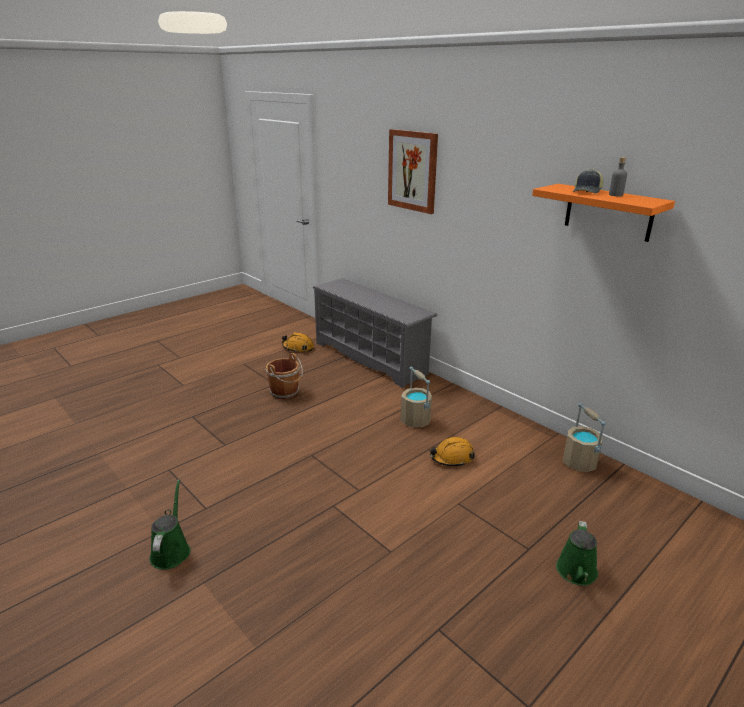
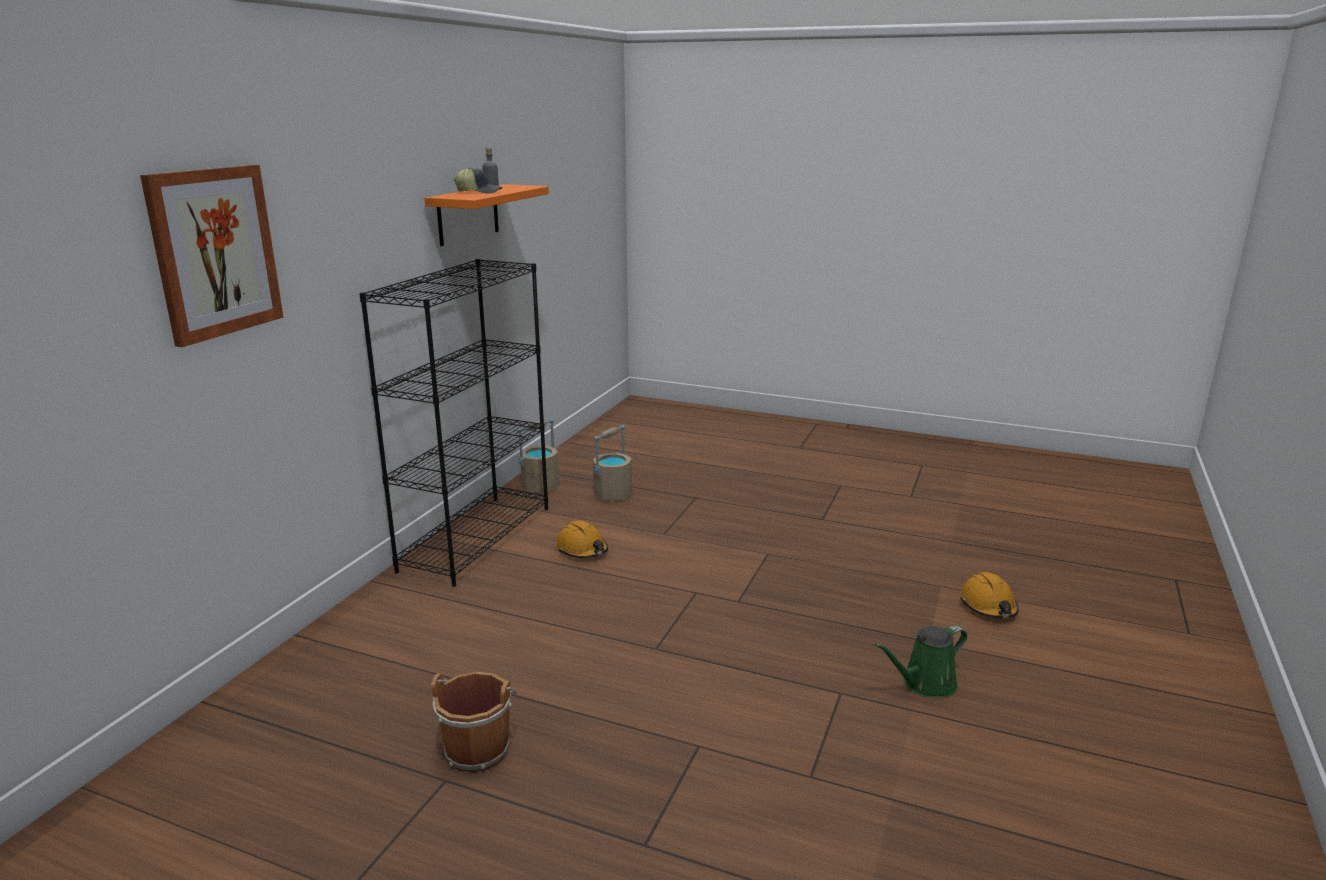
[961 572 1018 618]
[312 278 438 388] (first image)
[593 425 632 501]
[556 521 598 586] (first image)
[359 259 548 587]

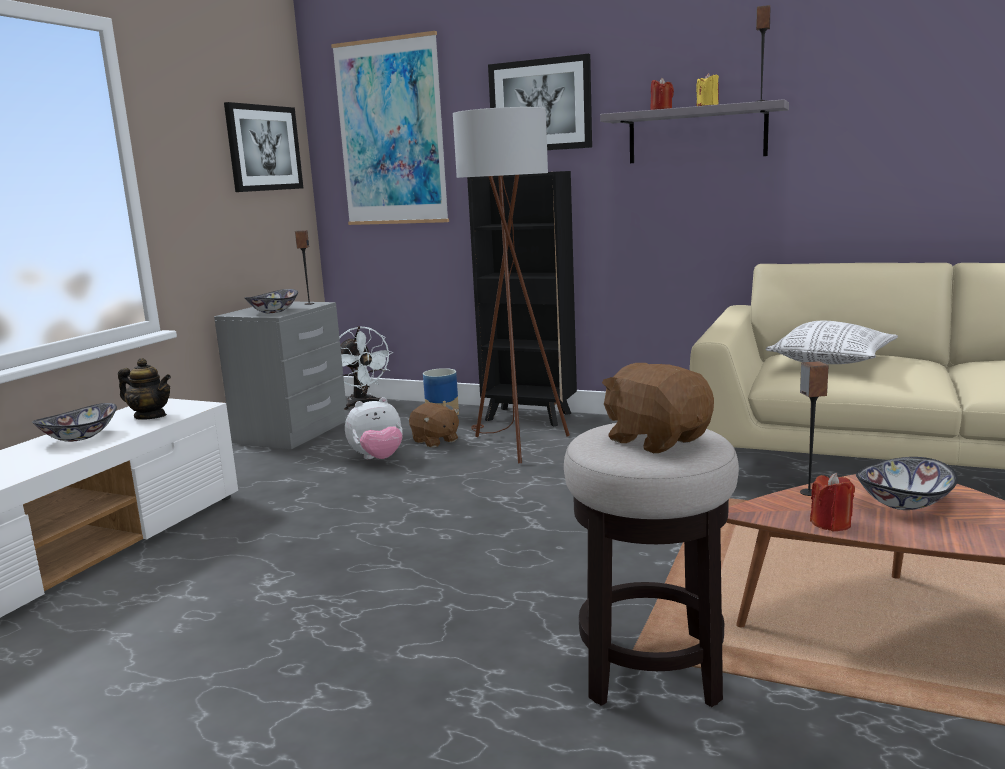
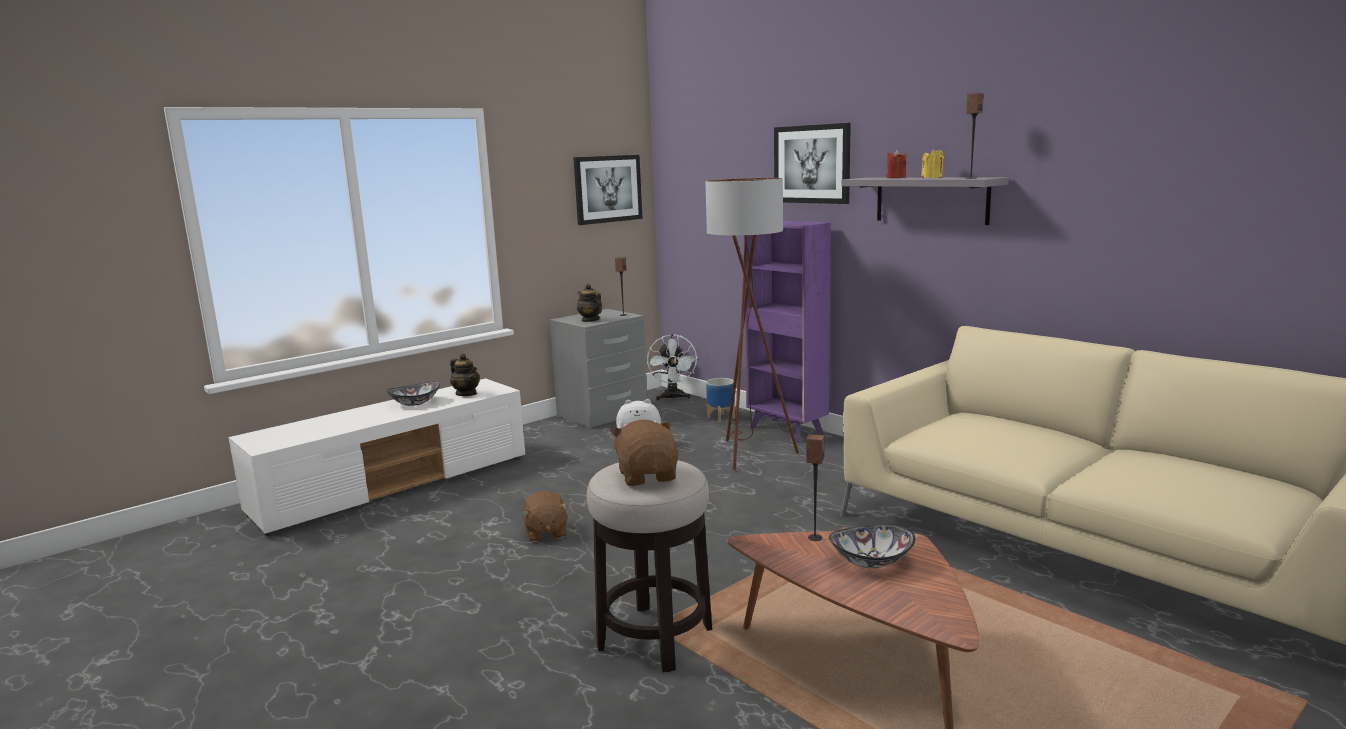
[577 284 602 322]
[331 31 449 225] (first image)
[521 491 569 542]
[744 220 831 443]
[766 321 898 364] (first image)
[810 473 855 531] (first image)

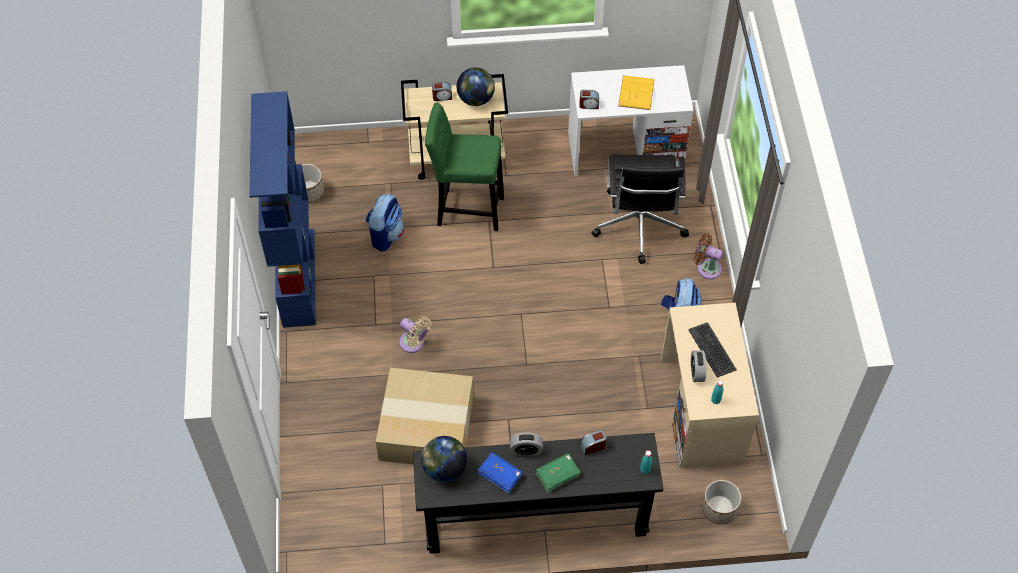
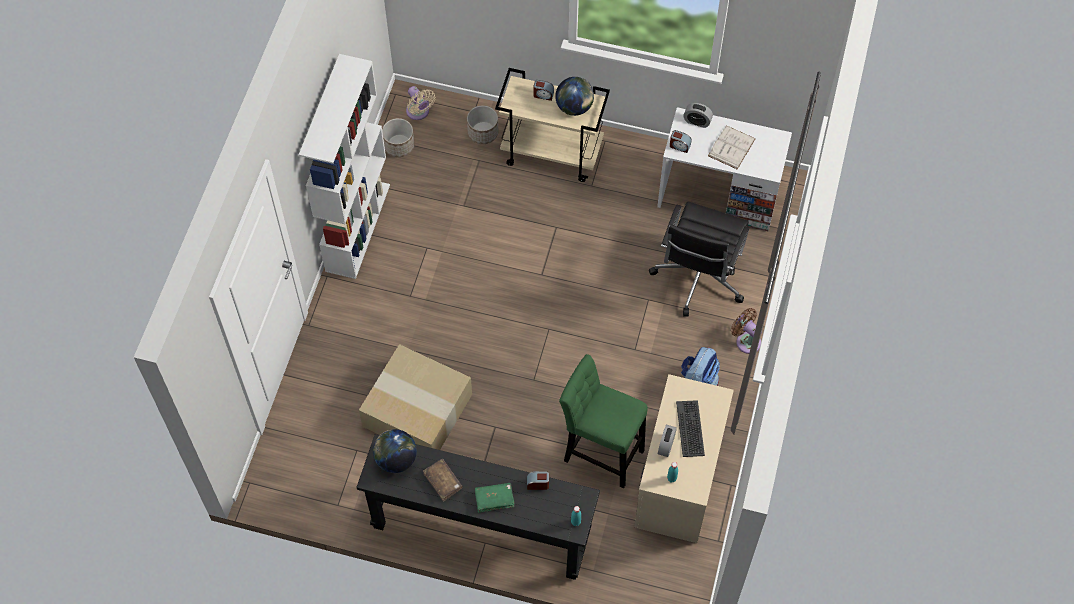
[299 54 390 279]
[365 194 404 252] (first image)
[406 86 435 120]
[559 354 648 488]
[423 459 463 502]
[683 103 713 128]
[708 125 756 170]
[467 105 498 144]

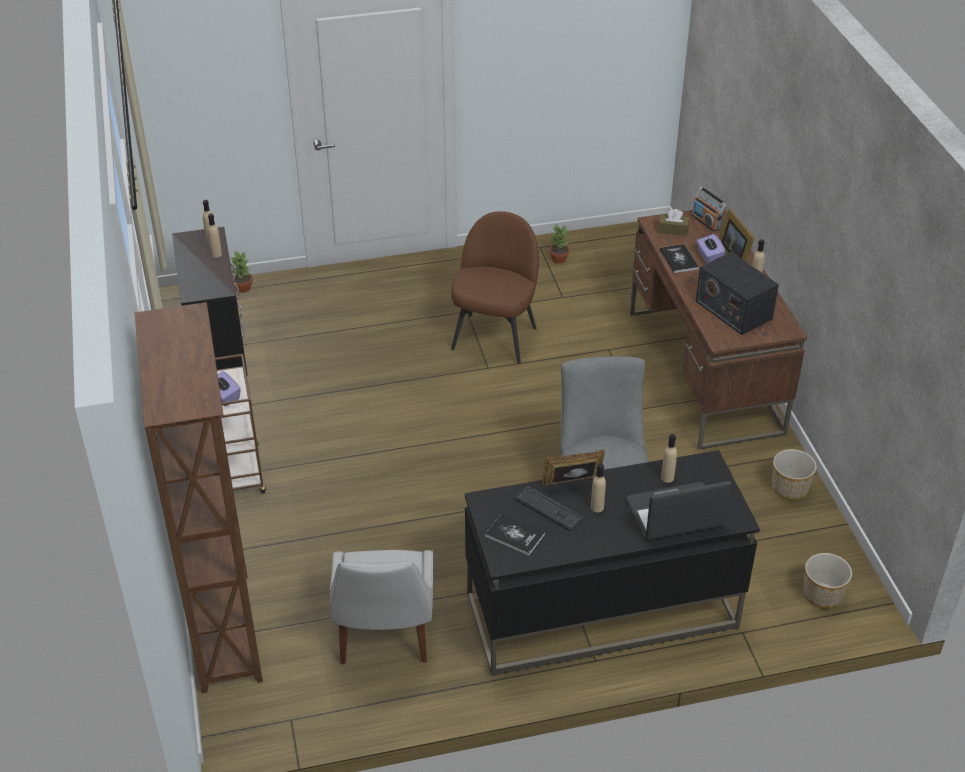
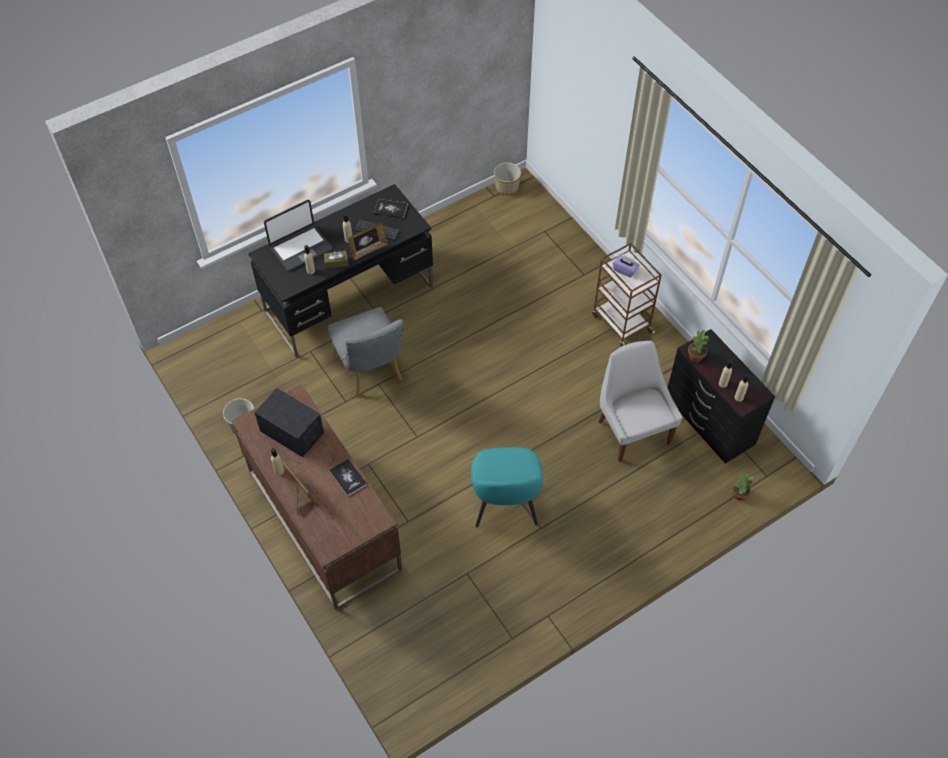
[135 302 263 693] (first image)
[599 341 682 462]
[471 447 543 527]
[688 329 709 362]
[324 251 349 269]
[692 187 726 232] (first image)
[697 234 726 263] (first image)
[494 162 521 195]

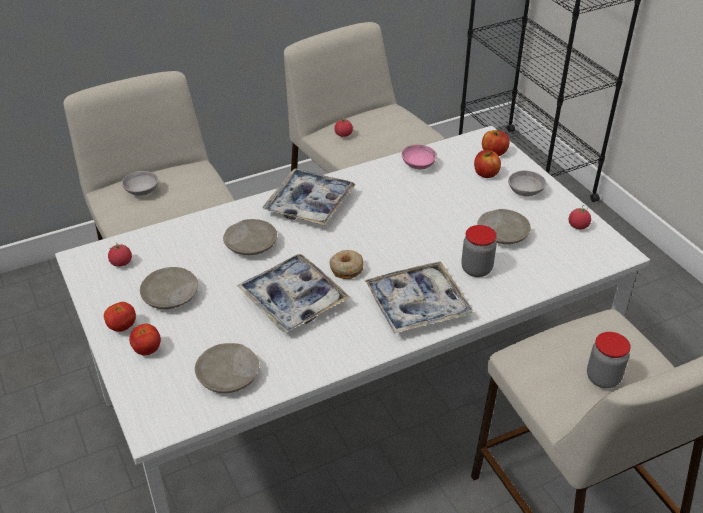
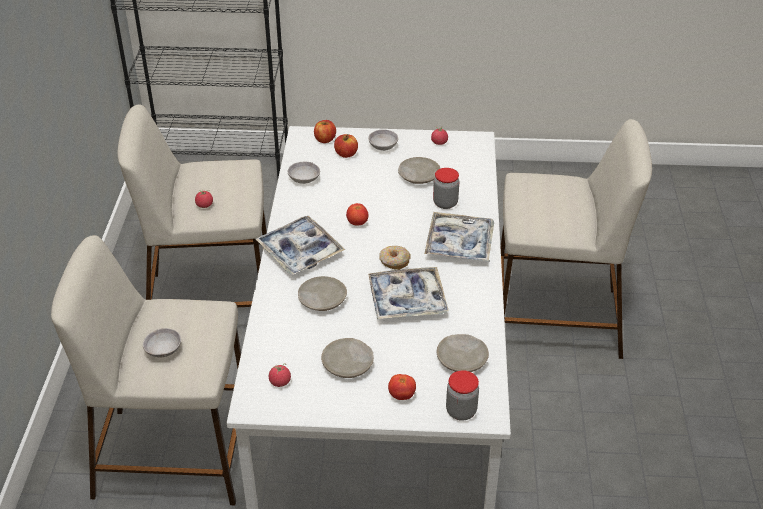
[346 203 368 226]
[288 162 320 184]
[446 370 479 421]

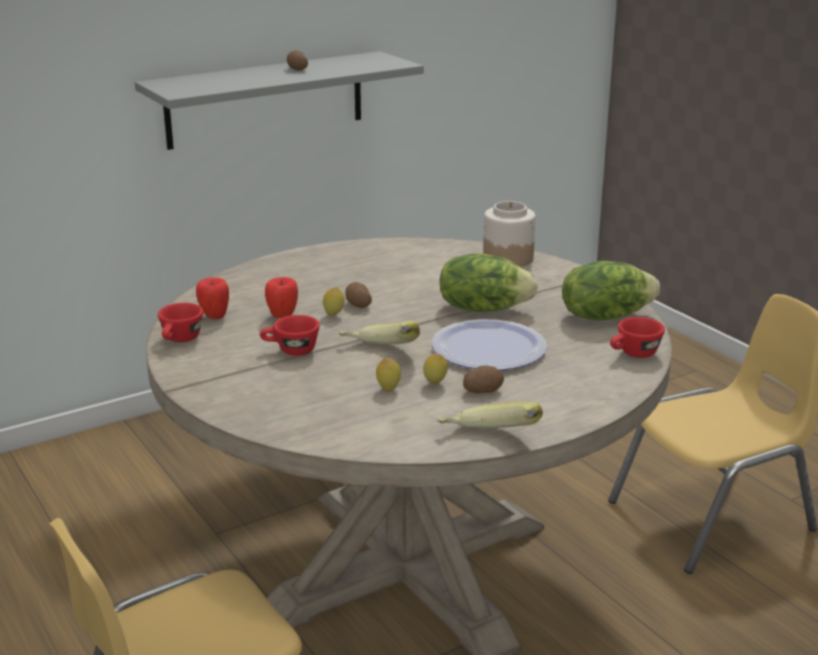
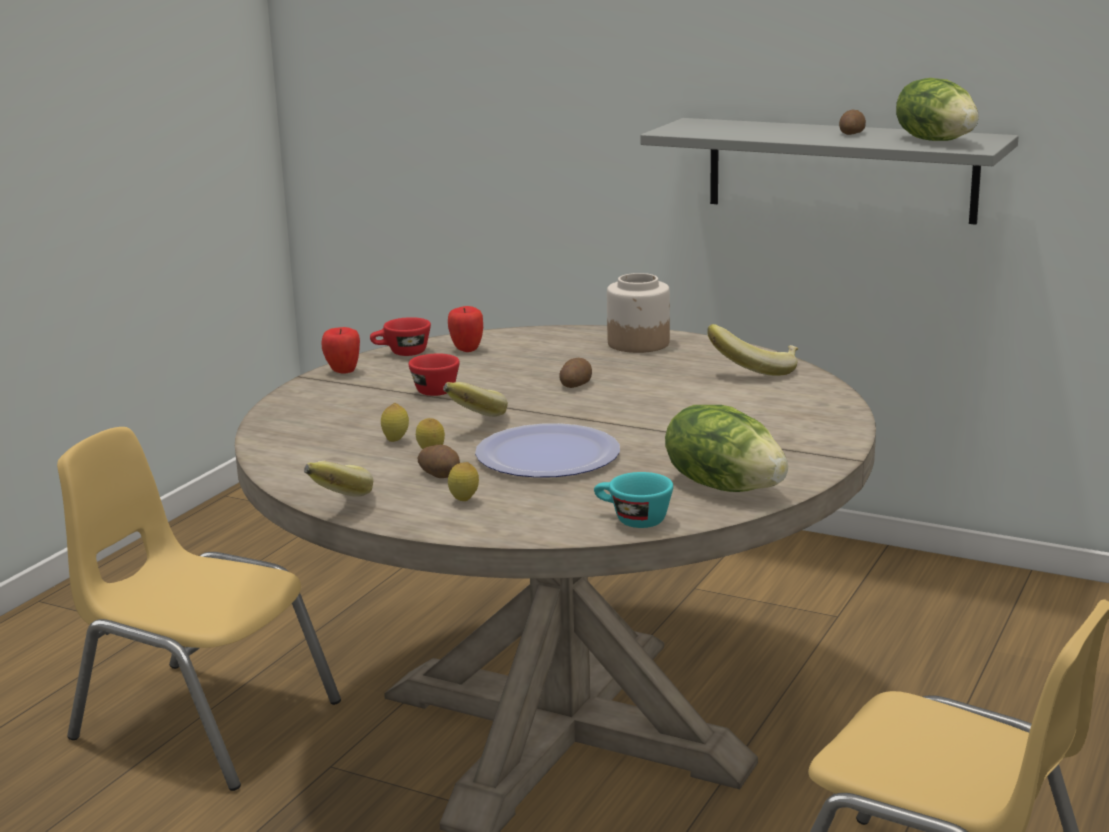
[321 327 360 374]
[448 462 479 501]
[896 78 979 141]
[607 273 670 353]
[594 472 673 528]
[707 324 799 376]

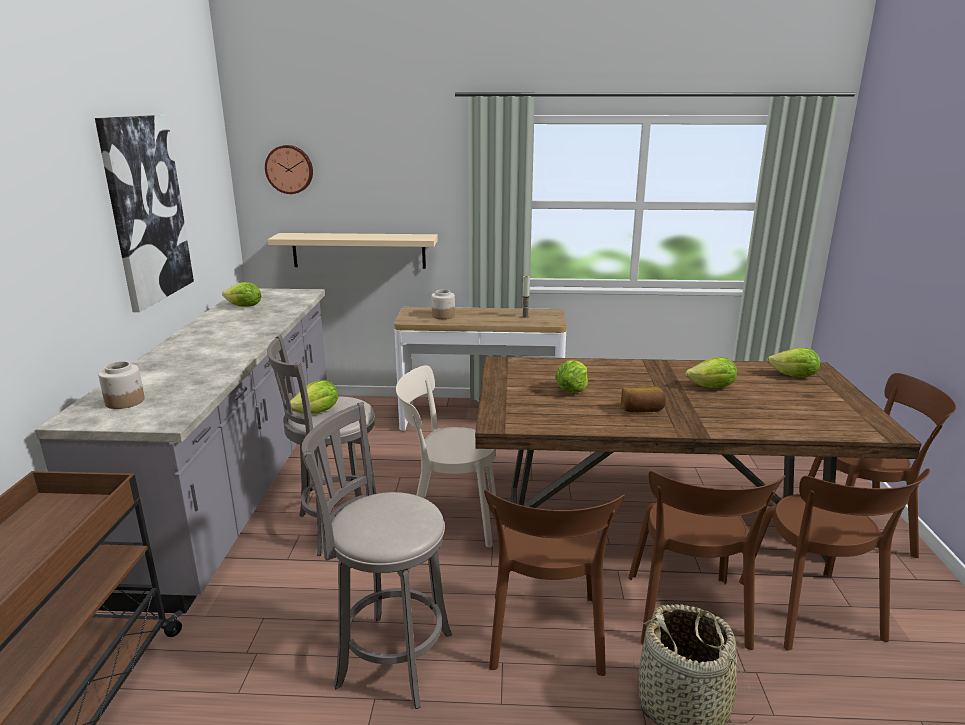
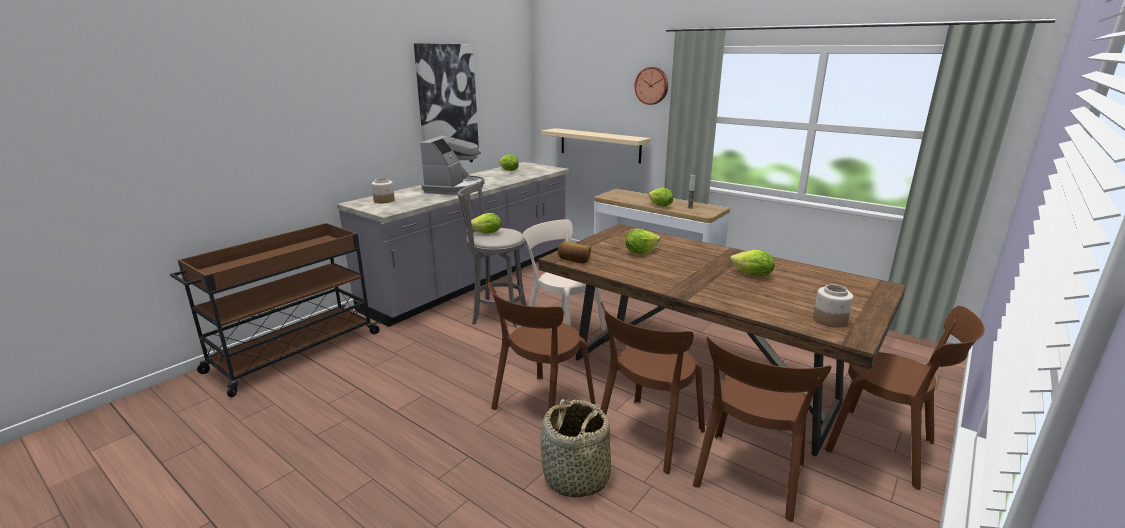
[634 67 668 105]
[302 402 452 709] (first image)
[813 284 853 328]
[558 241 591 263]
[649 188 673 206]
[420 135 485 195]

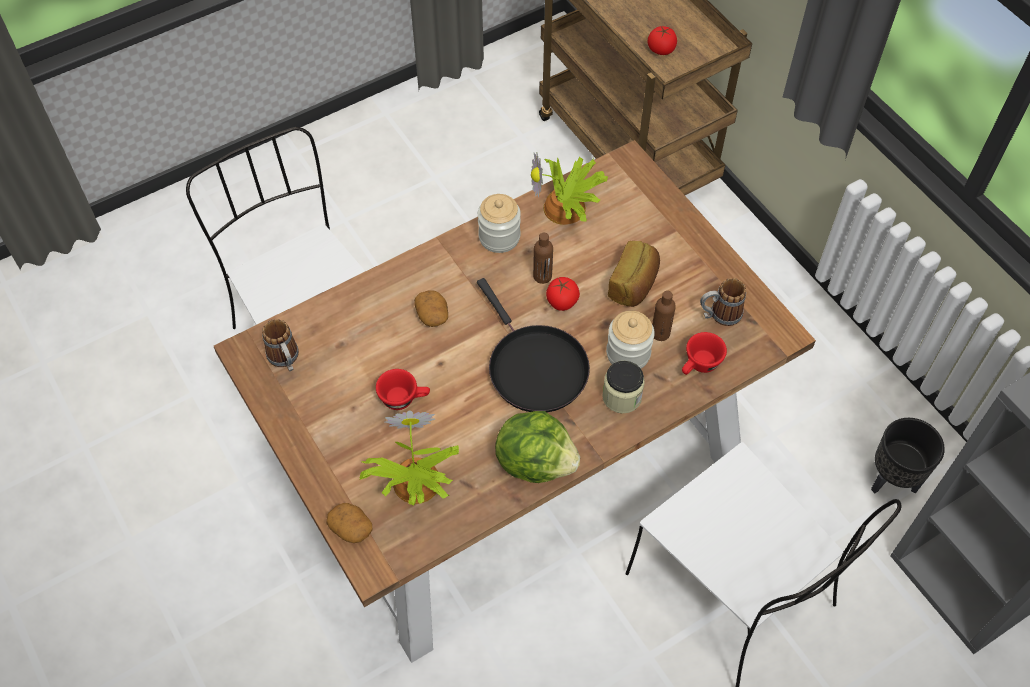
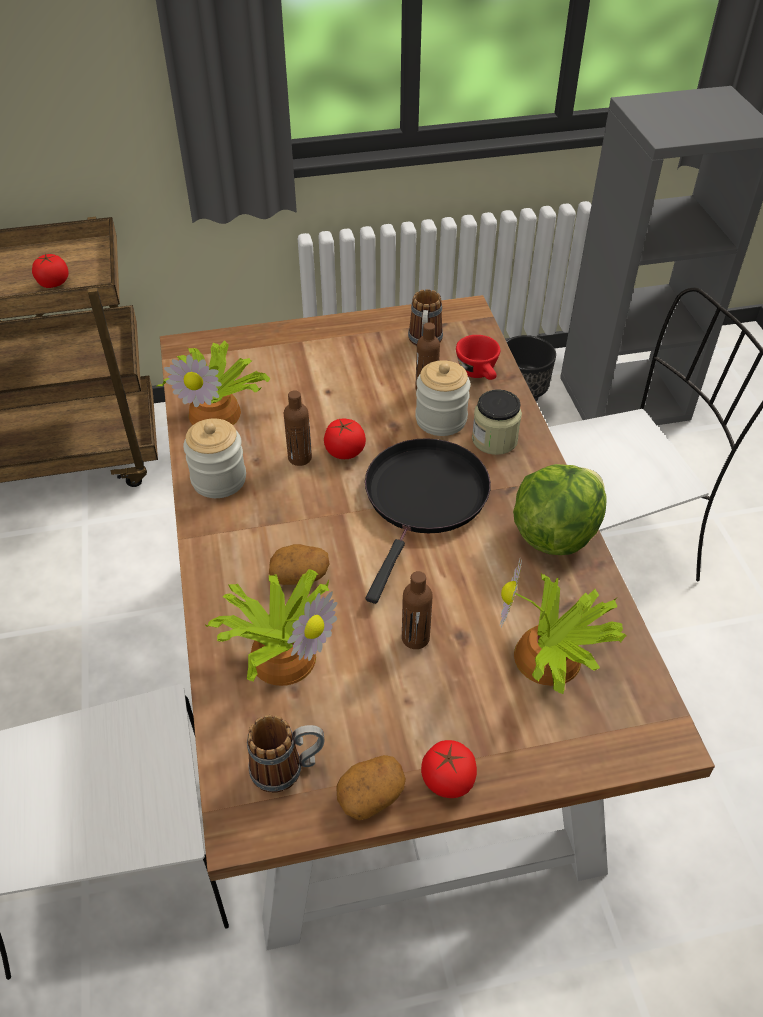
[336 755 406 820]
[402 571 433 649]
[365 438 491 604]
[608 241 660 307] (first image)
[204 569 337 686]
[421 740 477 798]

